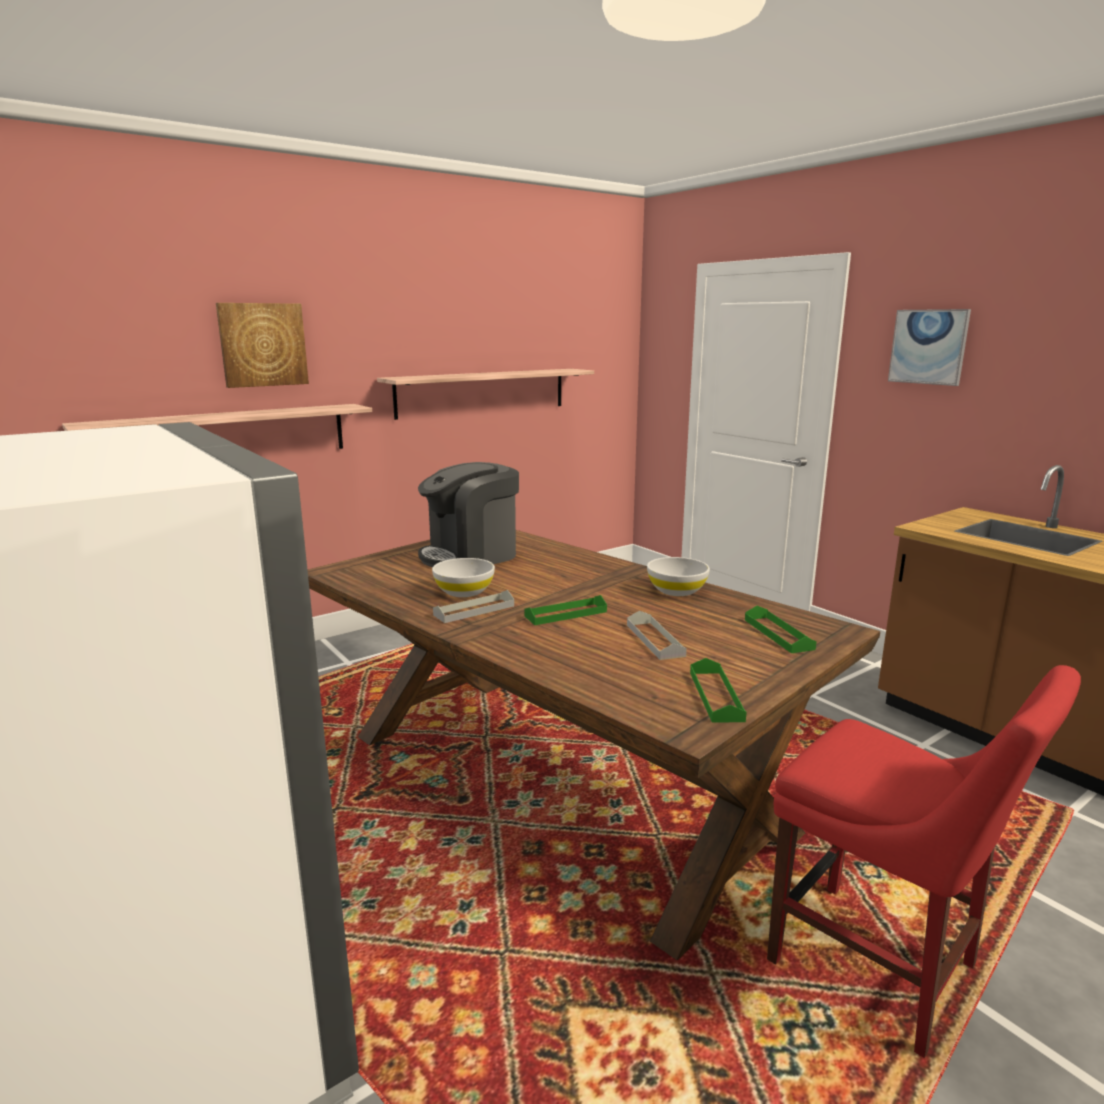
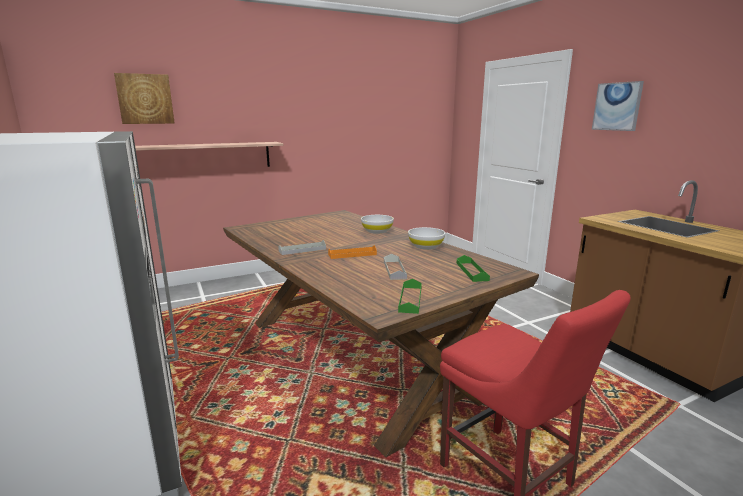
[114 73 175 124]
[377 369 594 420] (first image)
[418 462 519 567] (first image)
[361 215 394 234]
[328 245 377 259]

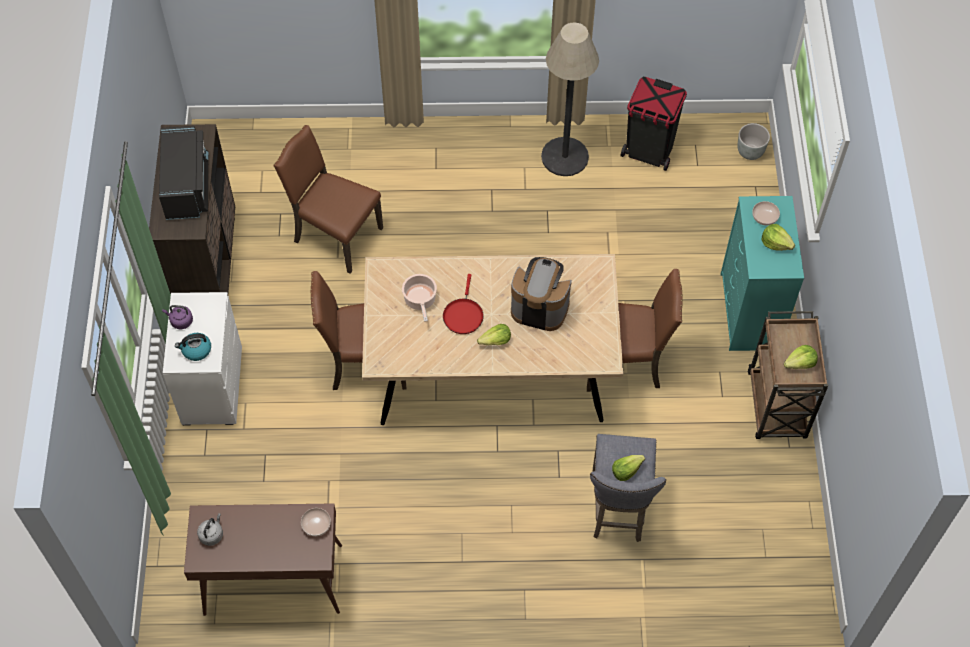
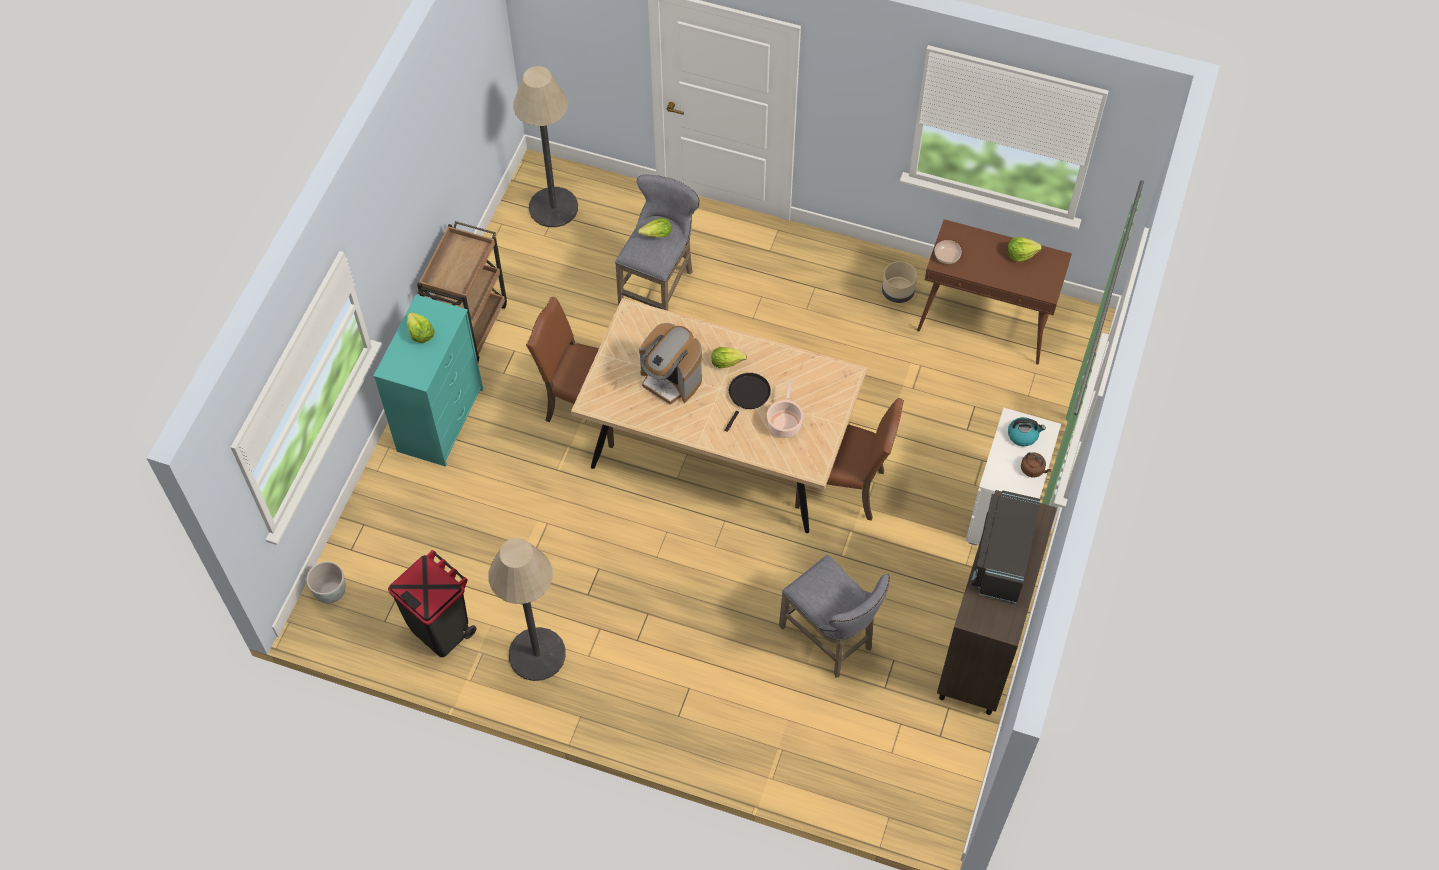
[1021 452 1052 477]
[197 513 223 546] (first image)
[779 555 890 678]
[725 373 771 432]
[752 201 780 226] (first image)
[1007 237 1042 262]
[513 66 578 227]
[882 261 917 303]

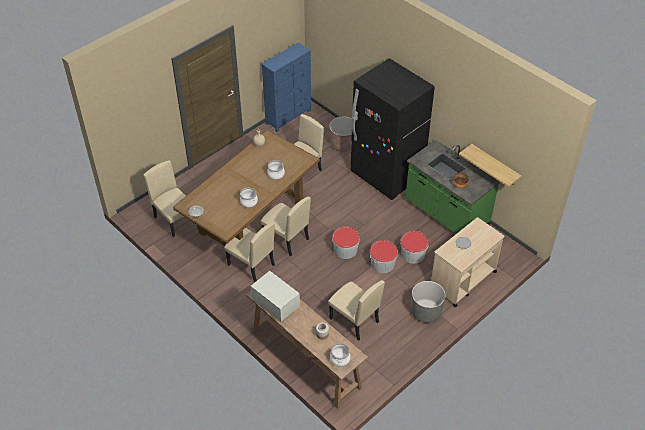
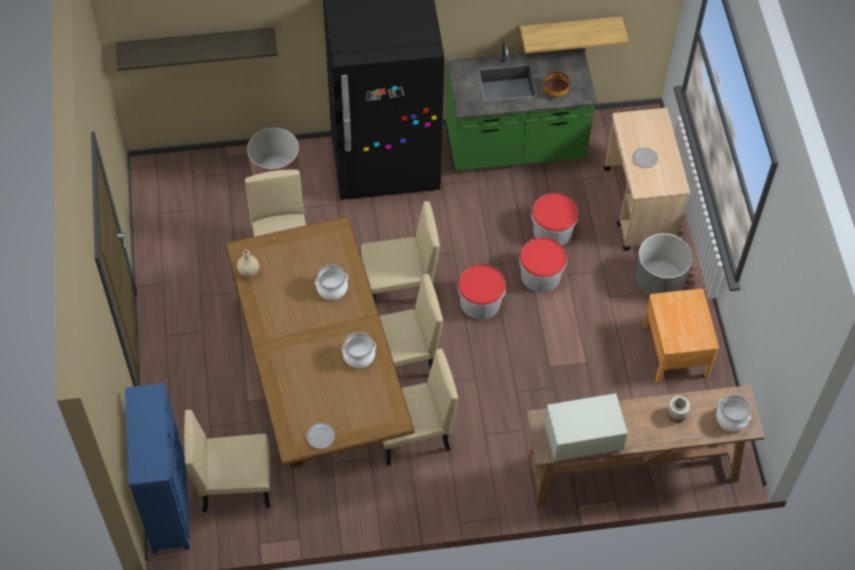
[125 383 191 554]
[361 201 440 304]
[116 27 278 71]
[642 289 719 383]

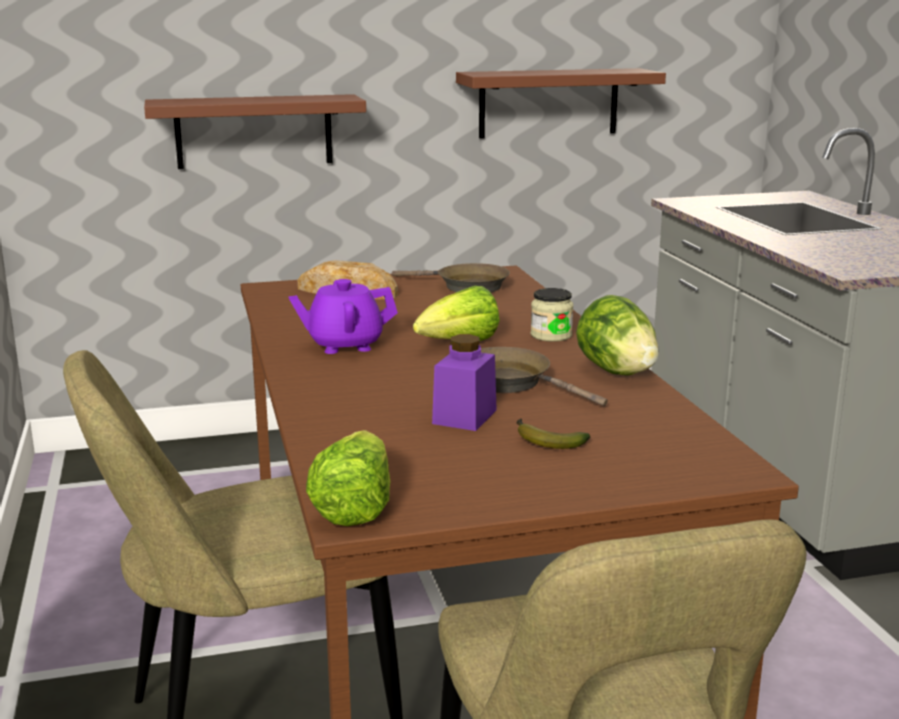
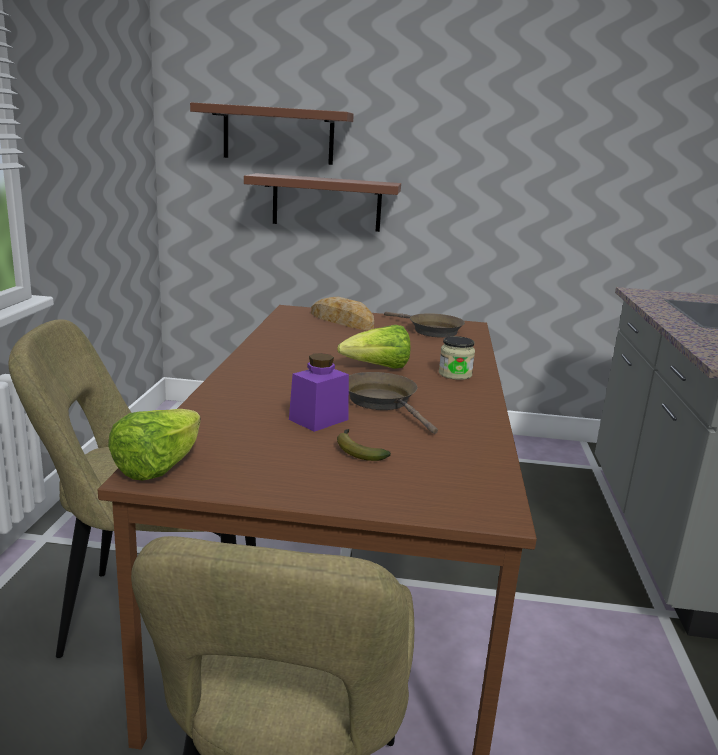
[289 279 398 354] (first image)
[190 102 354 165]
[576 295 659 375] (first image)

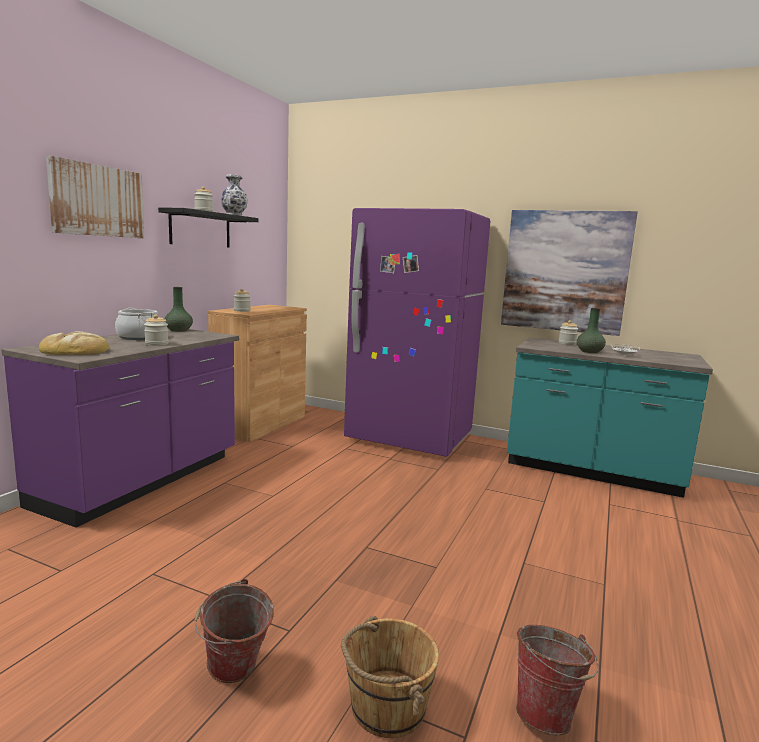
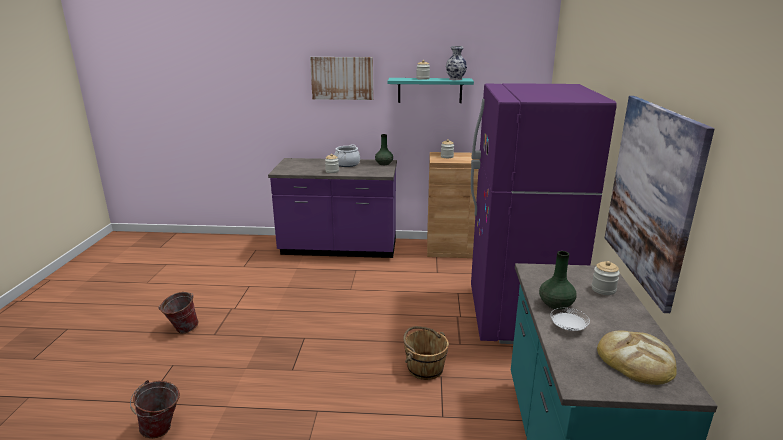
[597 331 677 385]
[387 78 474 103]
[403 326 449 380]

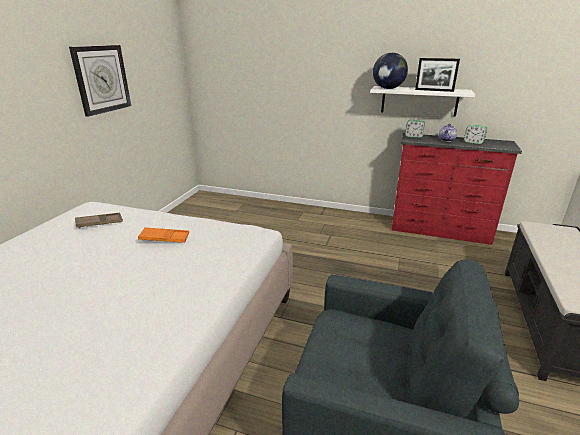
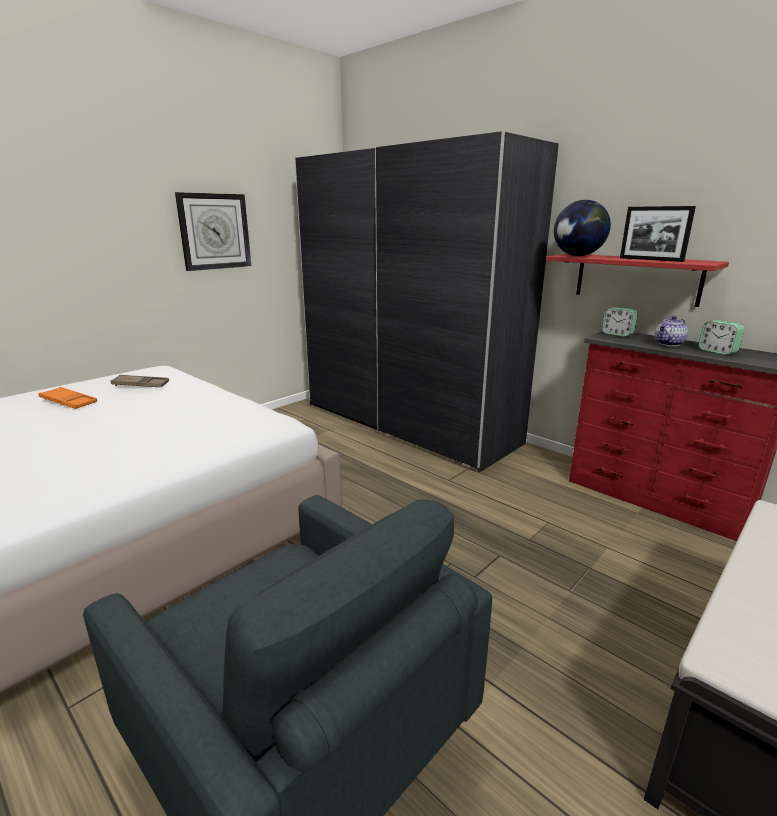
[38 387 97 409]
[546 254 729 307]
[295 131 559 472]

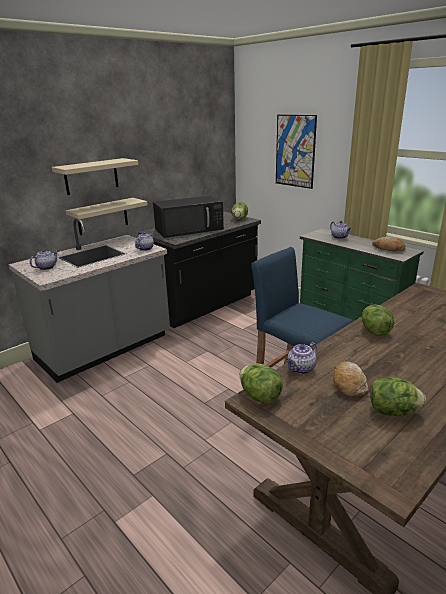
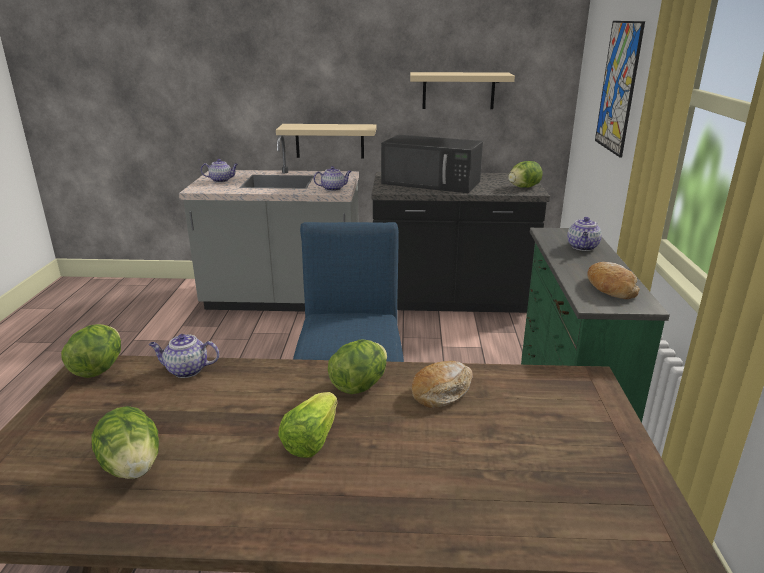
[410 72 515 109]
[412 361 473 408]
[278 392 337 458]

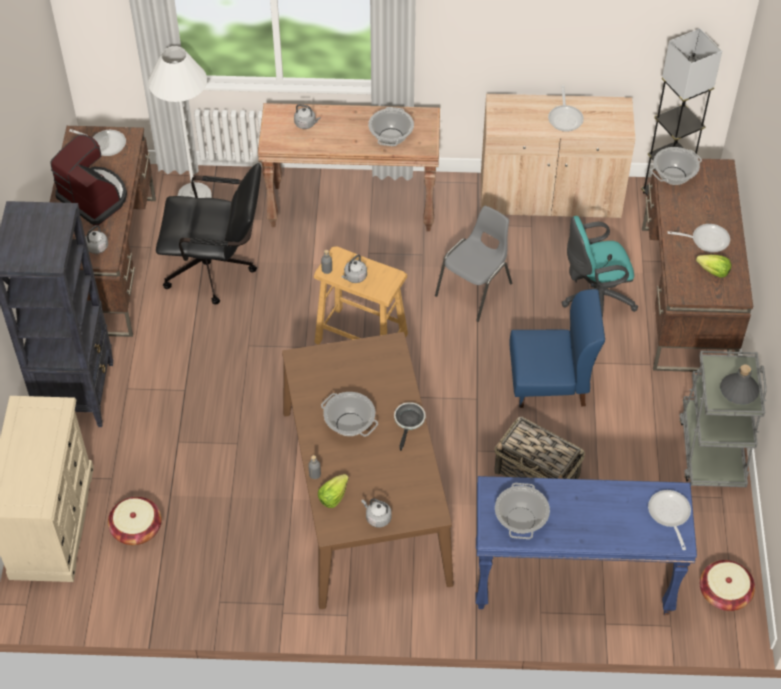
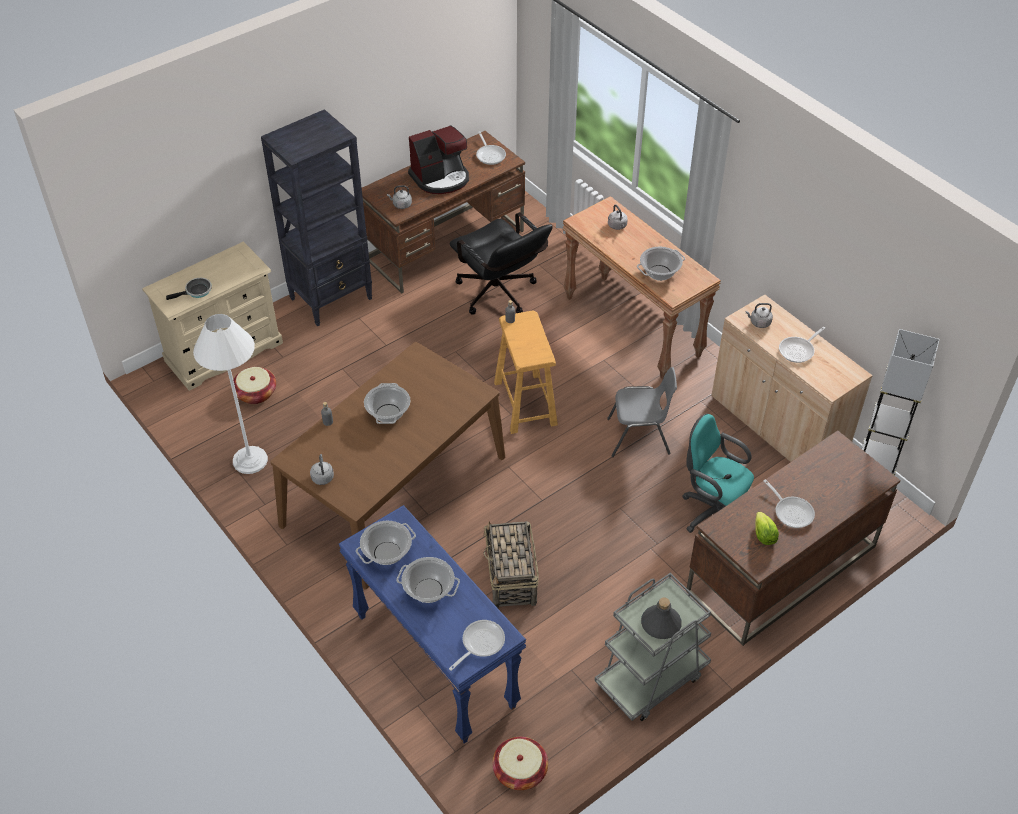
[408 125 469 194]
[193 314 268 474]
[318 474 349 508] (first image)
[746 303 773 328]
[166 278 212 300]
[509 289 605 408] (first image)
[397 557 460 603]

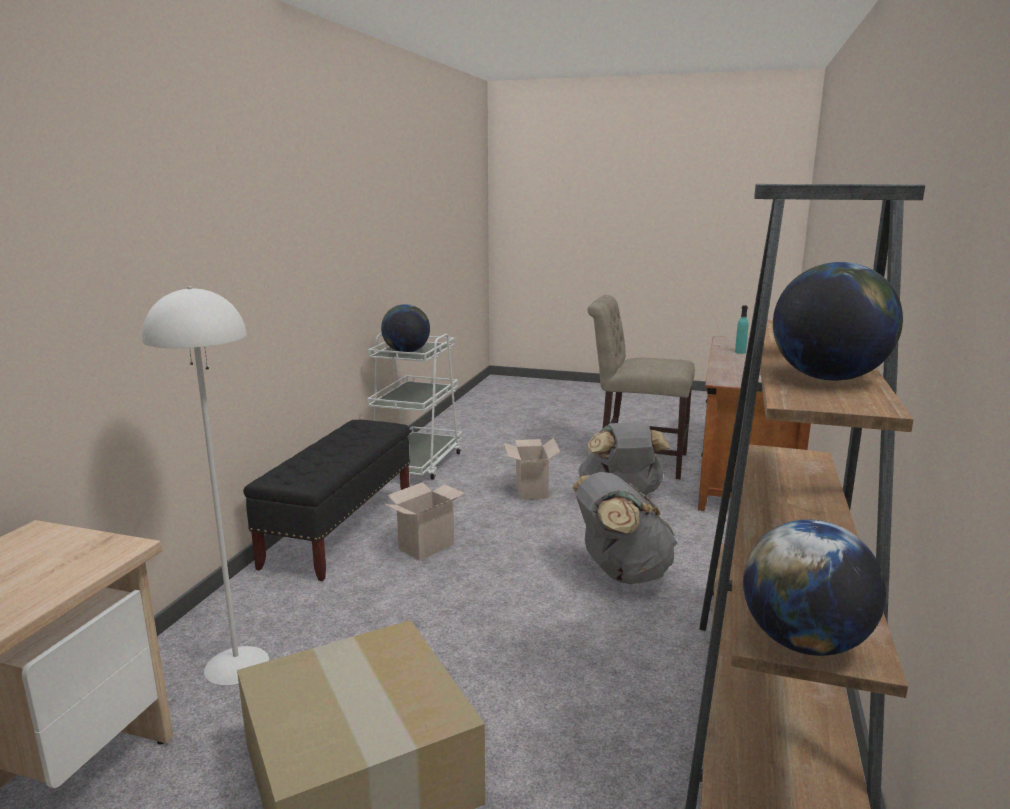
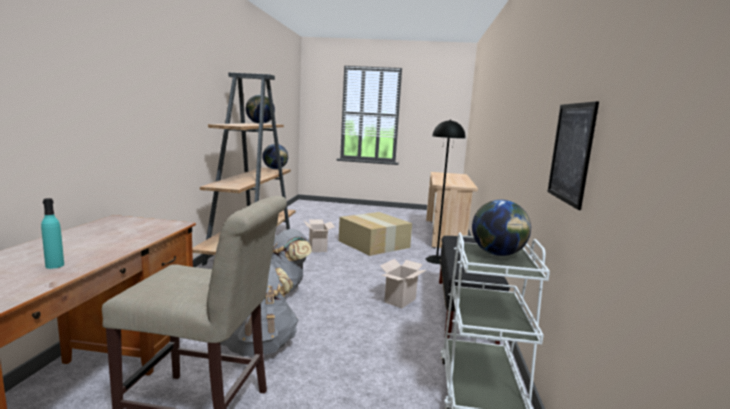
[426 120 465 264]
[304 219 335 252]
[547 101 599 210]

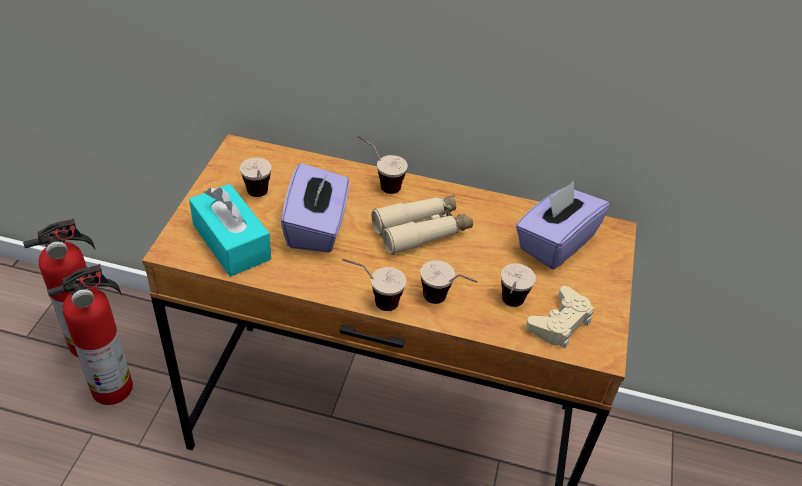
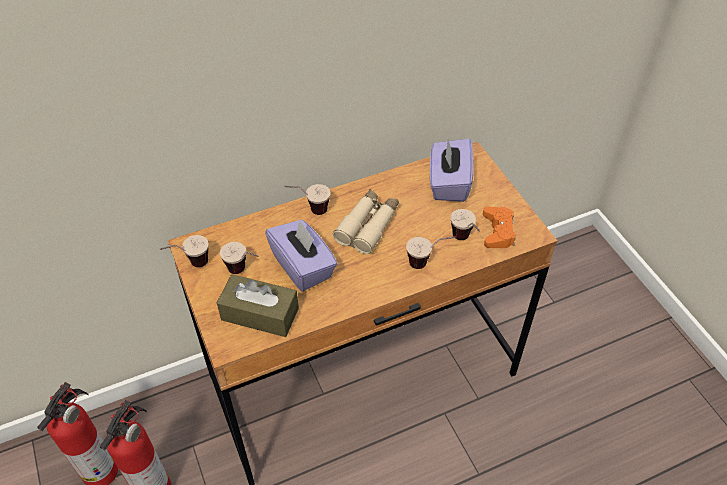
[217 274 299 337]
[160 235 208 267]
[483 207 516 248]

